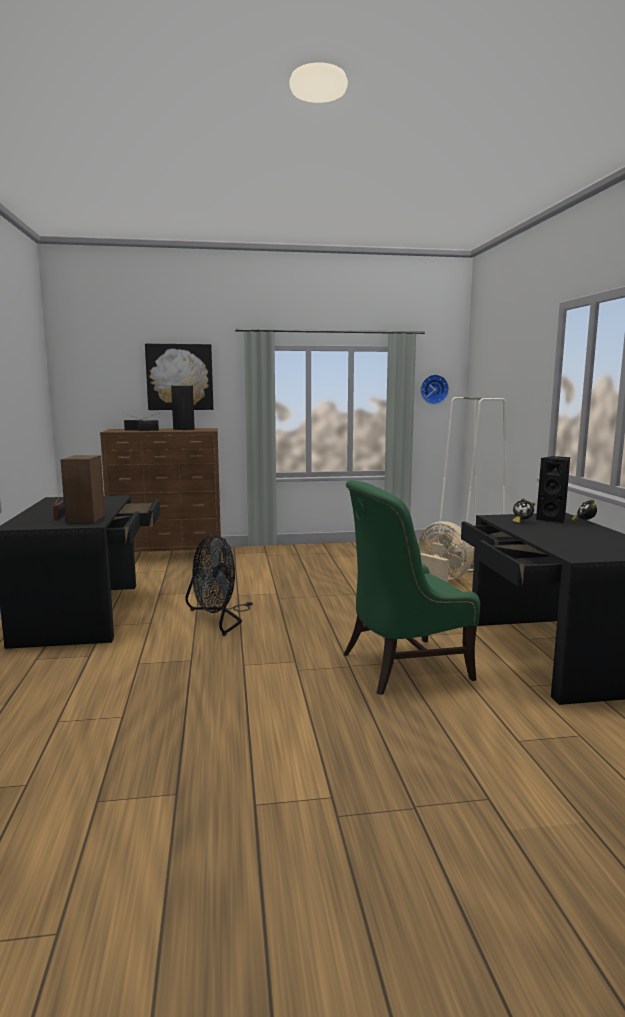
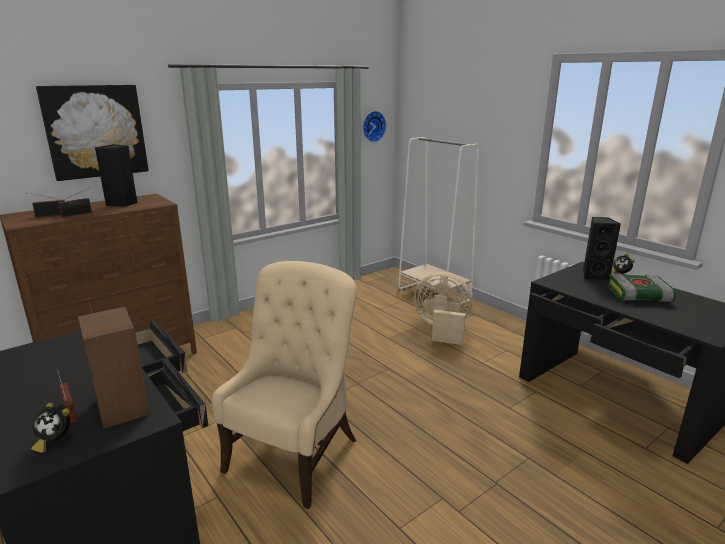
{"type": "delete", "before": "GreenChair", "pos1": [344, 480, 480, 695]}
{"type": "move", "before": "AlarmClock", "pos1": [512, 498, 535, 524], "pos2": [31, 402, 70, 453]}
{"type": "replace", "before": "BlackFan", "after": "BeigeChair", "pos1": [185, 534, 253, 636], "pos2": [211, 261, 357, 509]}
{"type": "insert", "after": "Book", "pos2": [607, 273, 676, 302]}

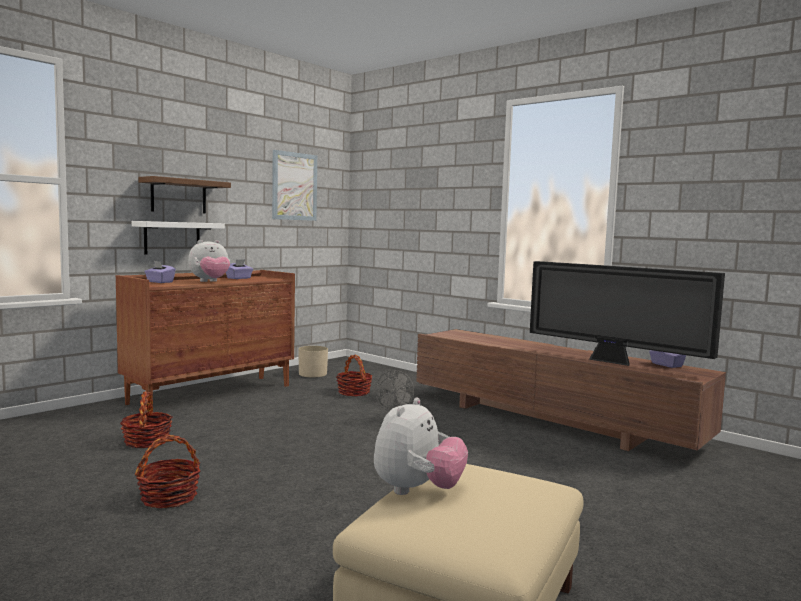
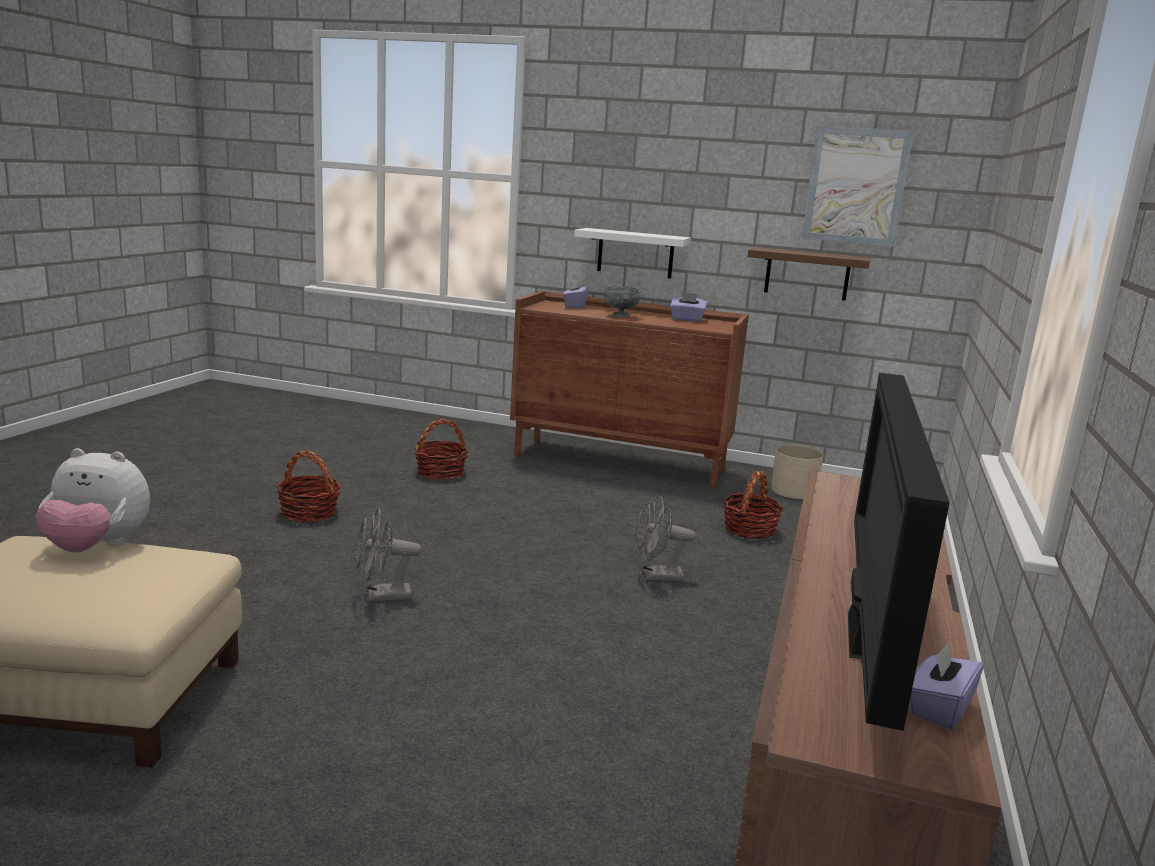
{"type": "move", "before": "BrownShelf", "pos1": [138, 176, 231, 214], "pos2": [748, 247, 870, 301]}
{"type": "replace", "before": "PlushToy", "after": "GreyBowl", "pos1": [188, 240, 230, 282], "pos2": [604, 286, 641, 318]}
{"type": "insert", "after": "GreyFan", "pos2": [354, 508, 422, 602]}

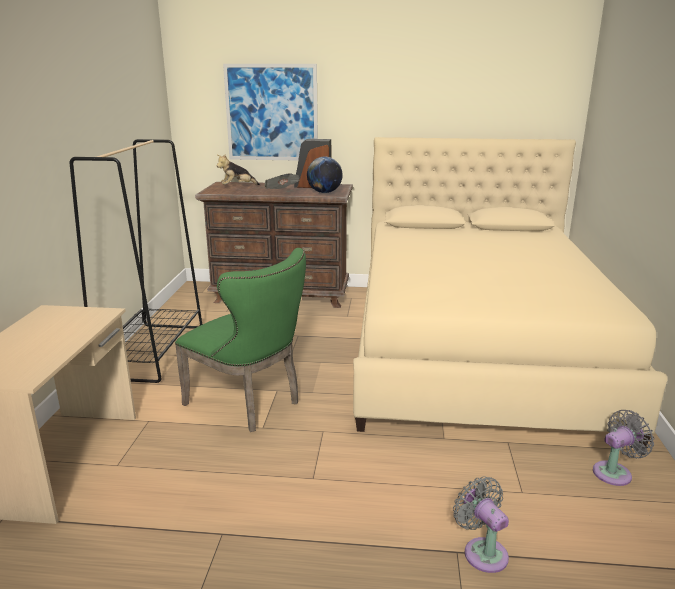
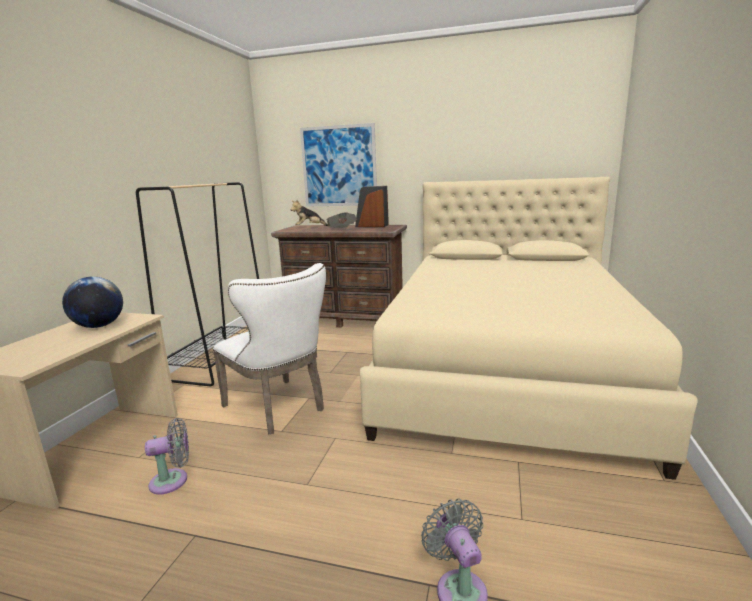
{"type": "move", "before": "Globe", "pos1": [307, 156, 343, 193], "pos2": [62, 277, 123, 328]}
{"type": "recolor", "before": "GreenChair", "after": "WhiteChair", "pos1": [175, 248, 306, 432], "pos2": [213, 263, 326, 435]}
{"type": "move", "before": "GreyFan", "pos1": [593, 410, 654, 486], "pos2": [145, 418, 189, 494]}

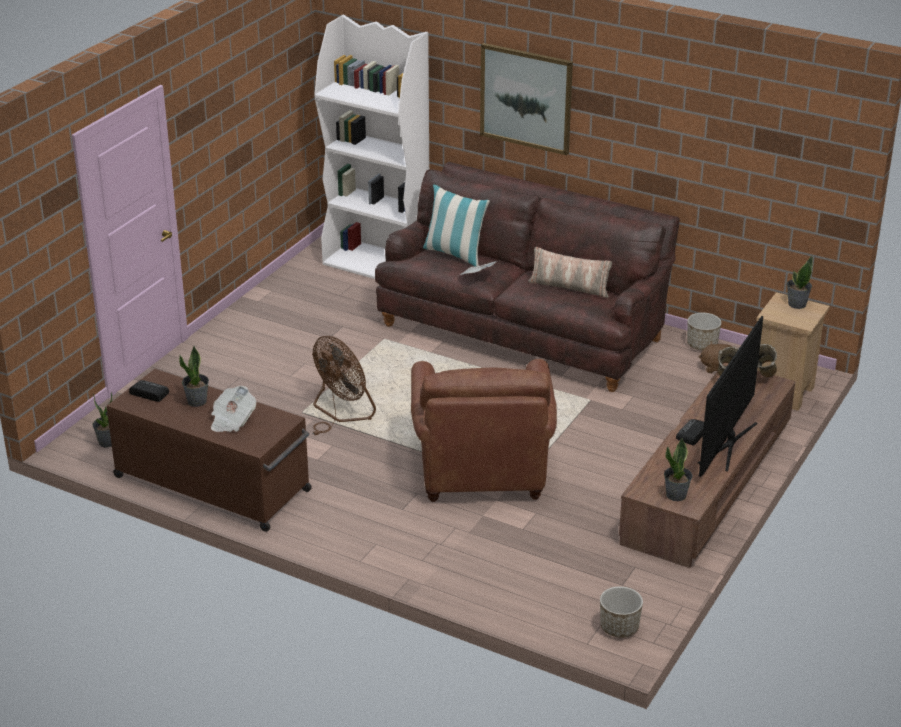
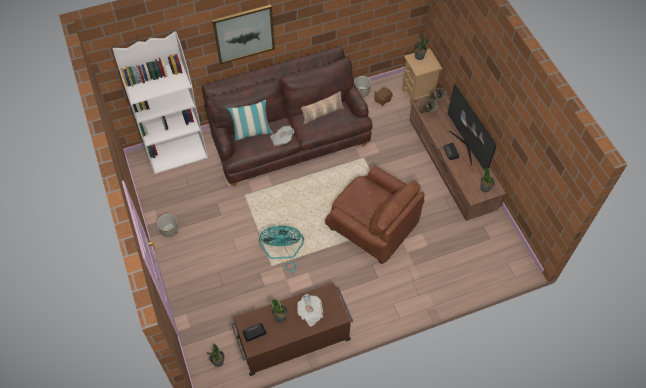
{"type": "recolor", "before": "BrownFan", "after": "TurquoiseFan", "pos1": [312, 336, 376, 435], "pos2": [259, 226, 304, 274]}
{"type": "move", "before": "Planter", "pos1": [600, 586, 643, 638], "pos2": [157, 214, 178, 237]}

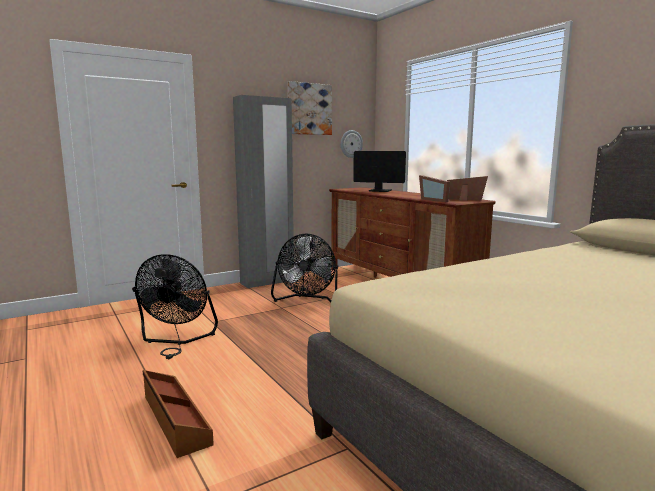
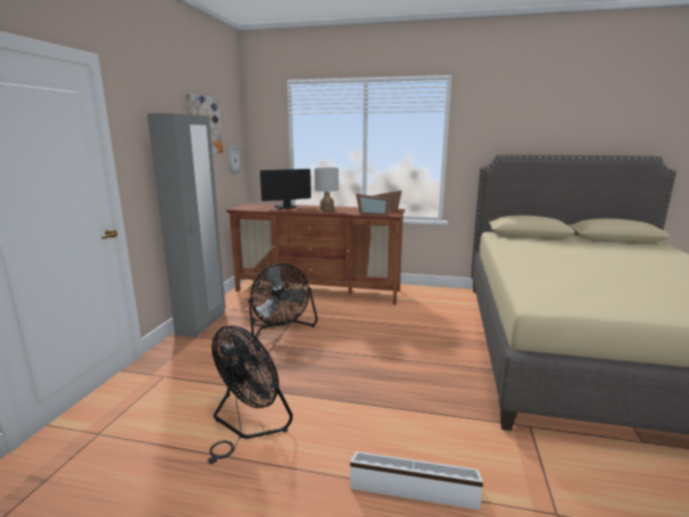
{"type": "rotate", "before": "BlackFan", "pos1": [132, 254, 218, 359], "pos2": [207, 326, 293, 464], "turn": 75}
{"type": "recolor", "before": "BrownStorageBox", "after": "WhiteStorageBox", "pos1": [142, 370, 214, 458], "pos2": [350, 451, 483, 510]}
{"type": "insert", "after": "GreyTableLamp", "pos2": [314, 167, 339, 211]}

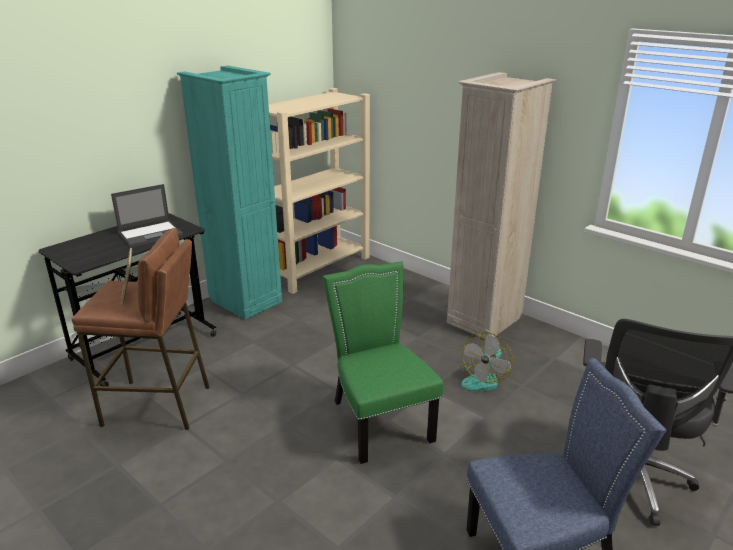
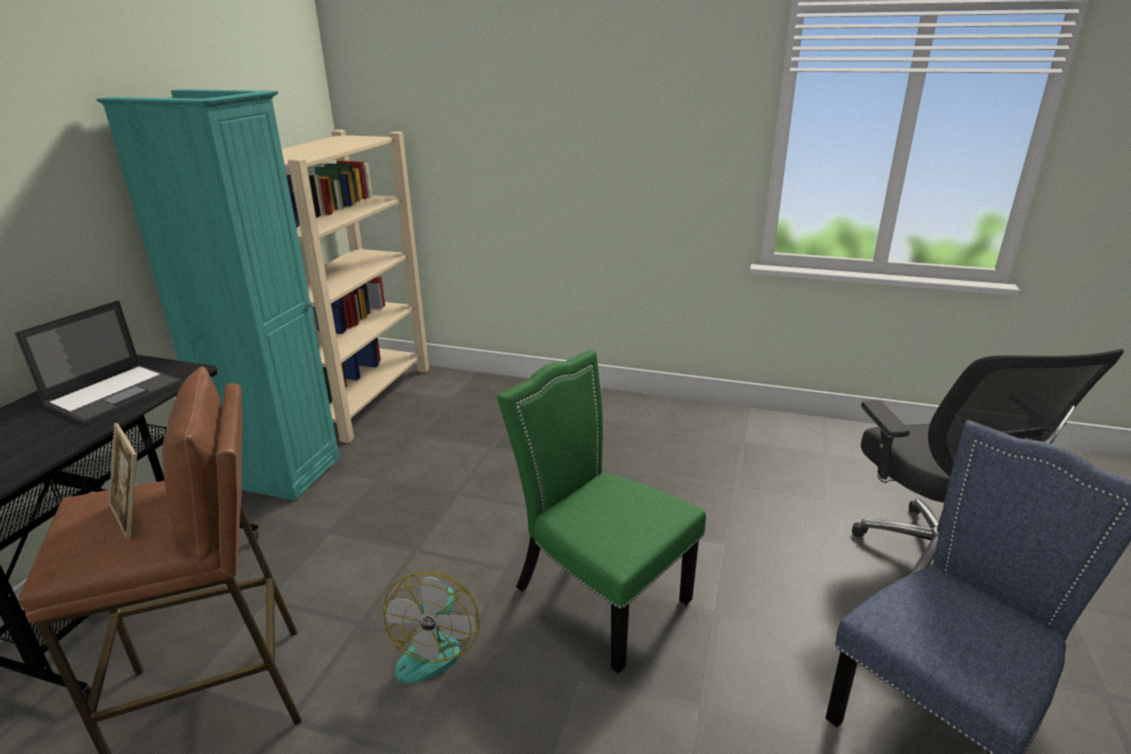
{"type": "delete", "before": "BeigeCabinet", "pos1": [447, 72, 556, 339]}
{"type": "move", "before": "Fan", "pos1": [460, 332, 513, 391], "pos2": [383, 572, 480, 684]}

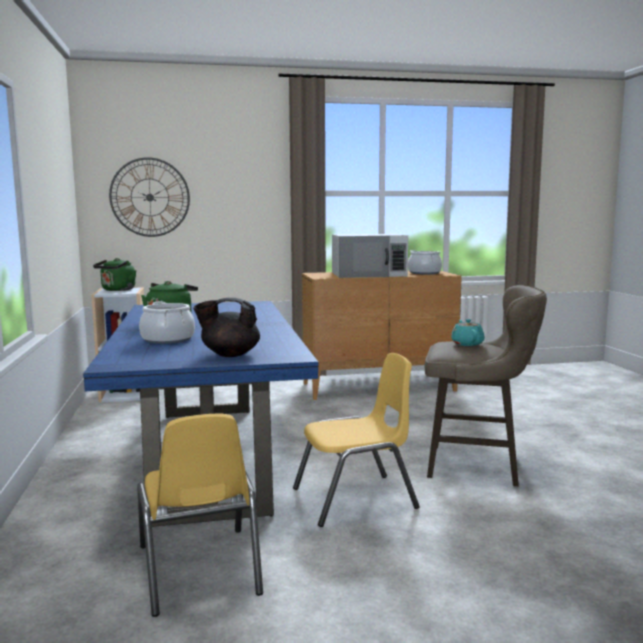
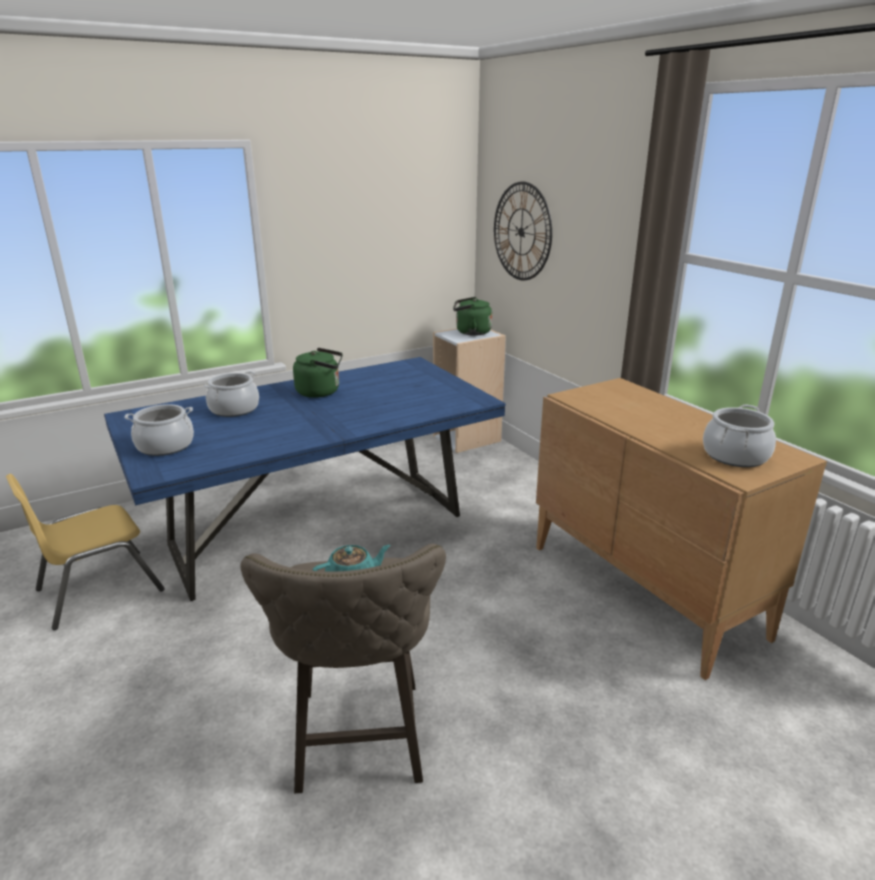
{"type": "delete", "before": "WhiteMicrowave", "pos1": [332, 234, 408, 278]}
{"type": "replace", "before": "BlackTeapot", "after": "CookingPot", "pos1": [193, 298, 260, 357], "pos2": [124, 404, 194, 456]}
{"type": "delete", "before": "YellowChair", "pos1": [293, 353, 420, 527]}

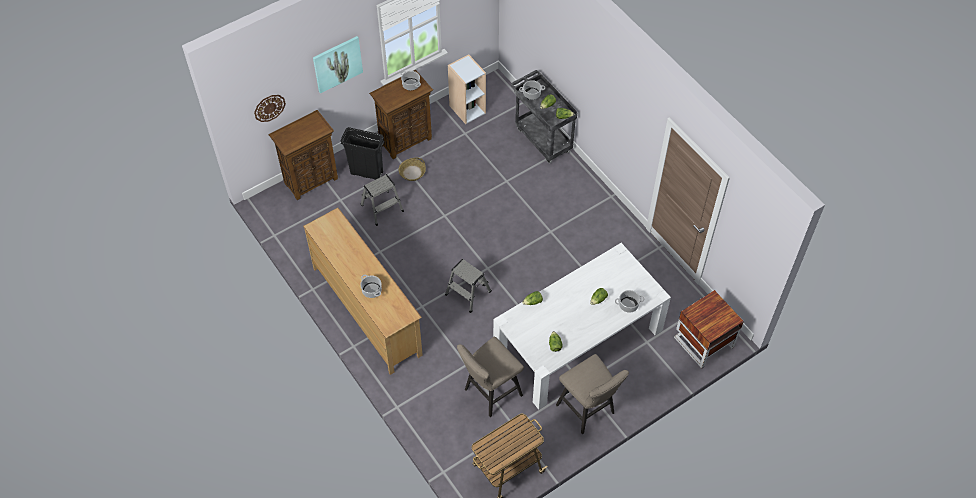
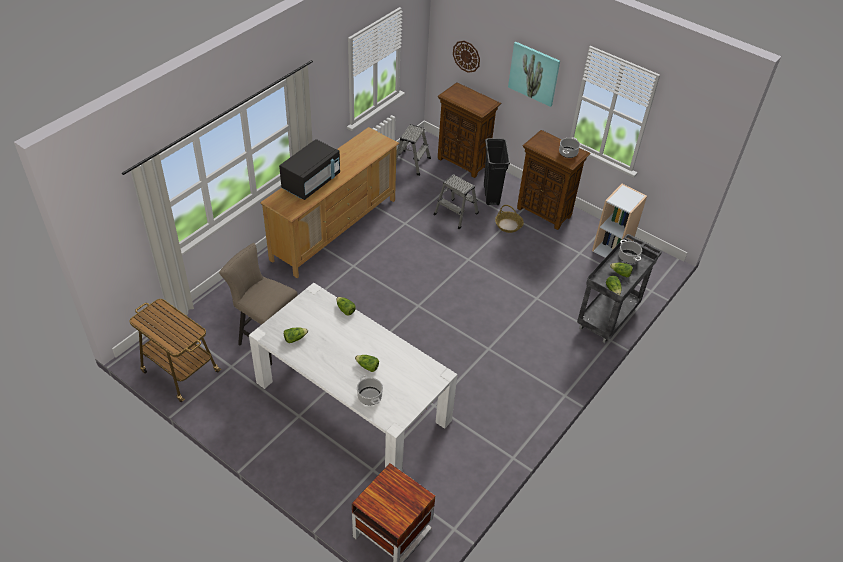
{"type": "move", "before": "GreyStepLadder", "pos1": [445, 258, 492, 313], "pos2": [396, 124, 431, 176]}
{"type": "replace", "before": "CookingPot", "after": "BlackMicrowave", "pos1": [360, 275, 382, 298], "pos2": [279, 139, 340, 200]}
{"type": "delete", "before": "BeigeStool", "pos1": [556, 354, 629, 434]}

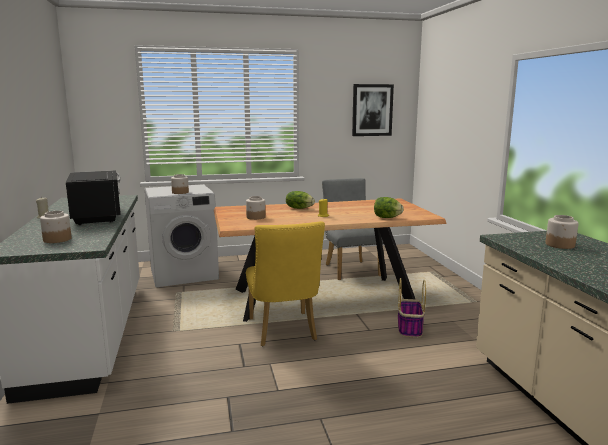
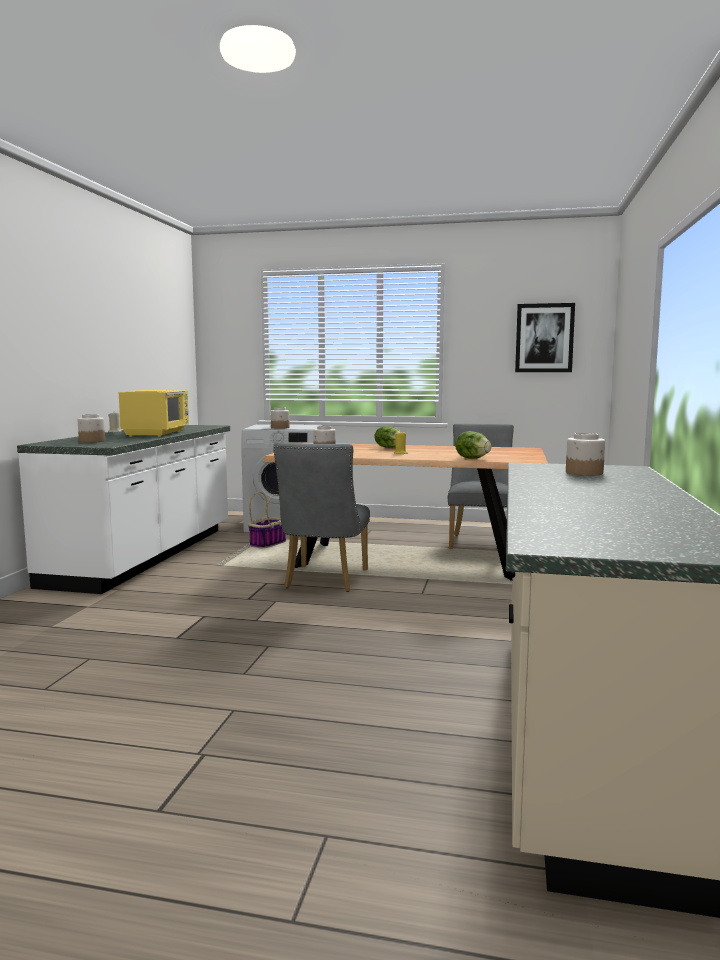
{"type": "recolor", "before": "BlackMicrowave", "after": "YellowMicrowave", "pos1": [66, 170, 121, 225], "pos2": [119, 390, 189, 437]}
{"type": "recolor", "before": "YellowChair", "after": "GreyChair", "pos1": [246, 221, 325, 346], "pos2": [273, 442, 370, 592]}
{"type": "move", "before": "Basket", "pos1": [398, 278, 426, 338], "pos2": [248, 492, 286, 548]}

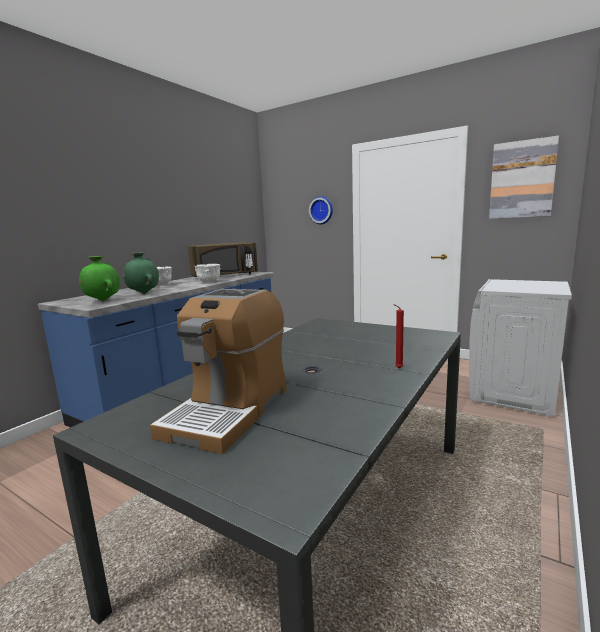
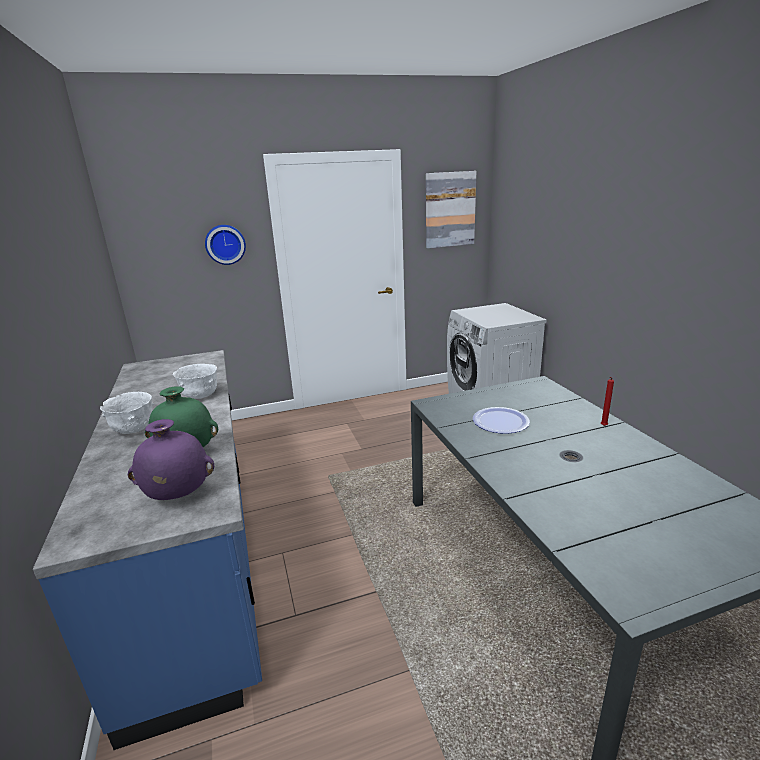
{"type": "delete", "before": "BrownMicrowave", "pos1": [188, 242, 258, 277]}
{"type": "recolor", "before": "GreenVase", "after": "PurpleVase", "pos1": [79, 256, 120, 301], "pos2": [128, 419, 214, 500]}
{"type": "delete", "before": "CoffeeMachine", "pos1": [150, 289, 287, 454]}
{"type": "insert", "after": "Plate", "pos2": [473, 407, 530, 434]}

